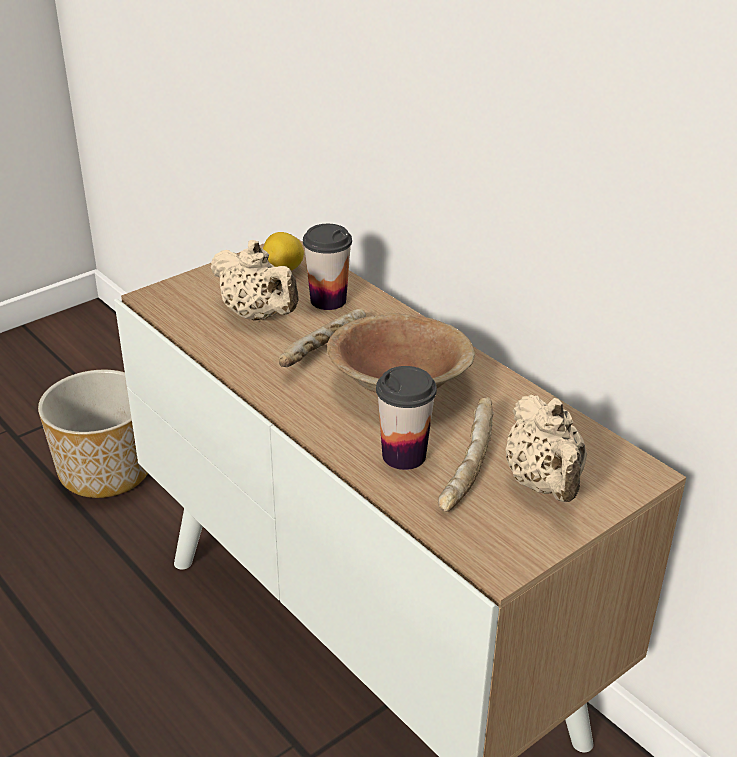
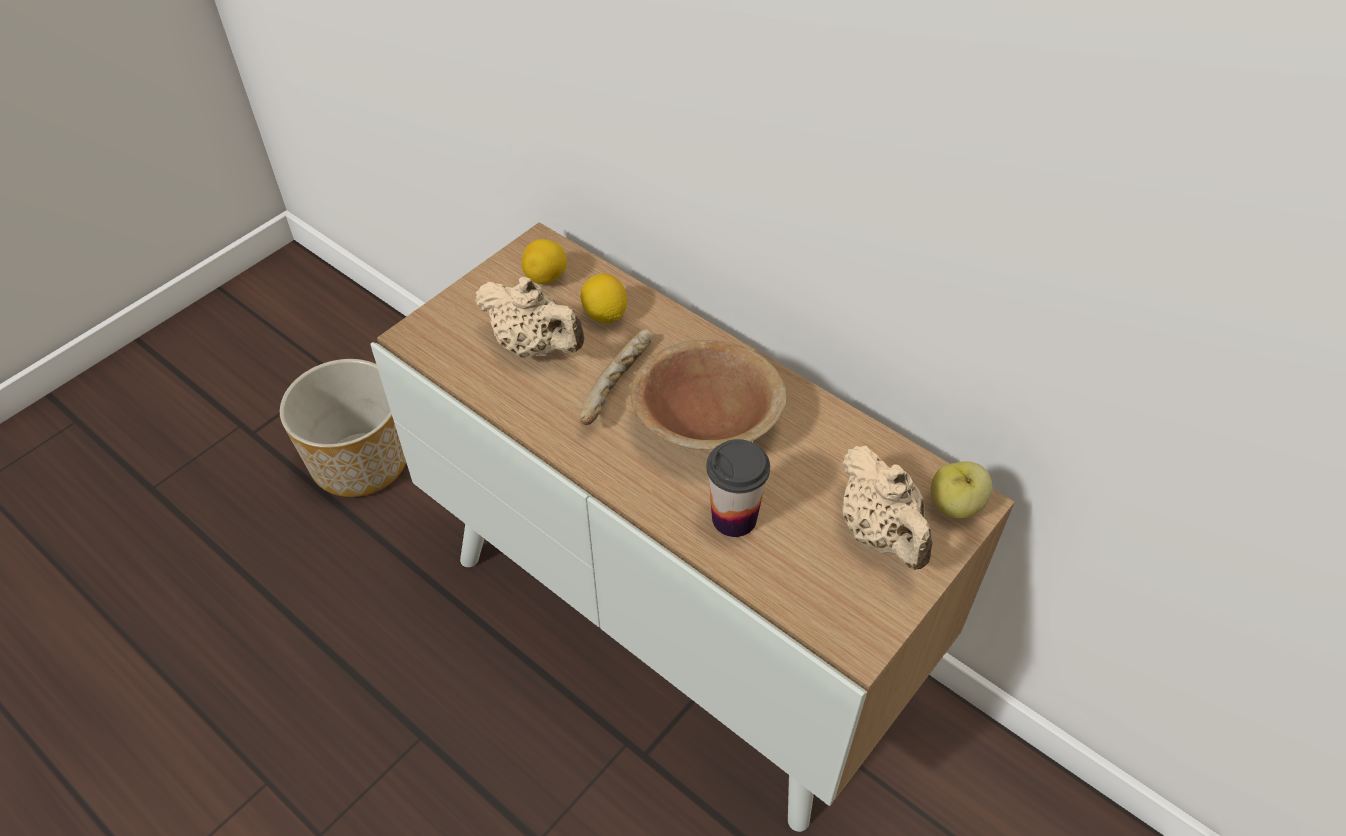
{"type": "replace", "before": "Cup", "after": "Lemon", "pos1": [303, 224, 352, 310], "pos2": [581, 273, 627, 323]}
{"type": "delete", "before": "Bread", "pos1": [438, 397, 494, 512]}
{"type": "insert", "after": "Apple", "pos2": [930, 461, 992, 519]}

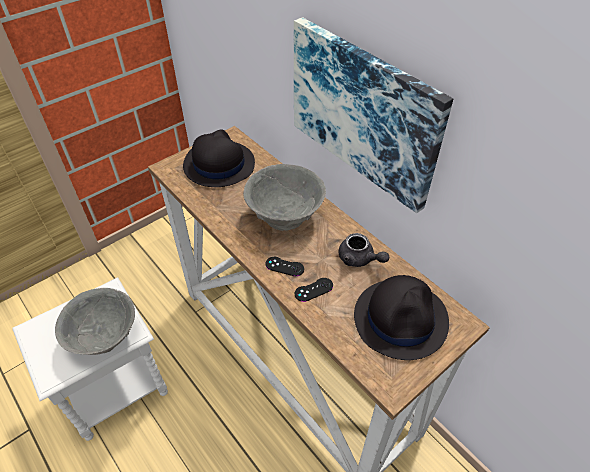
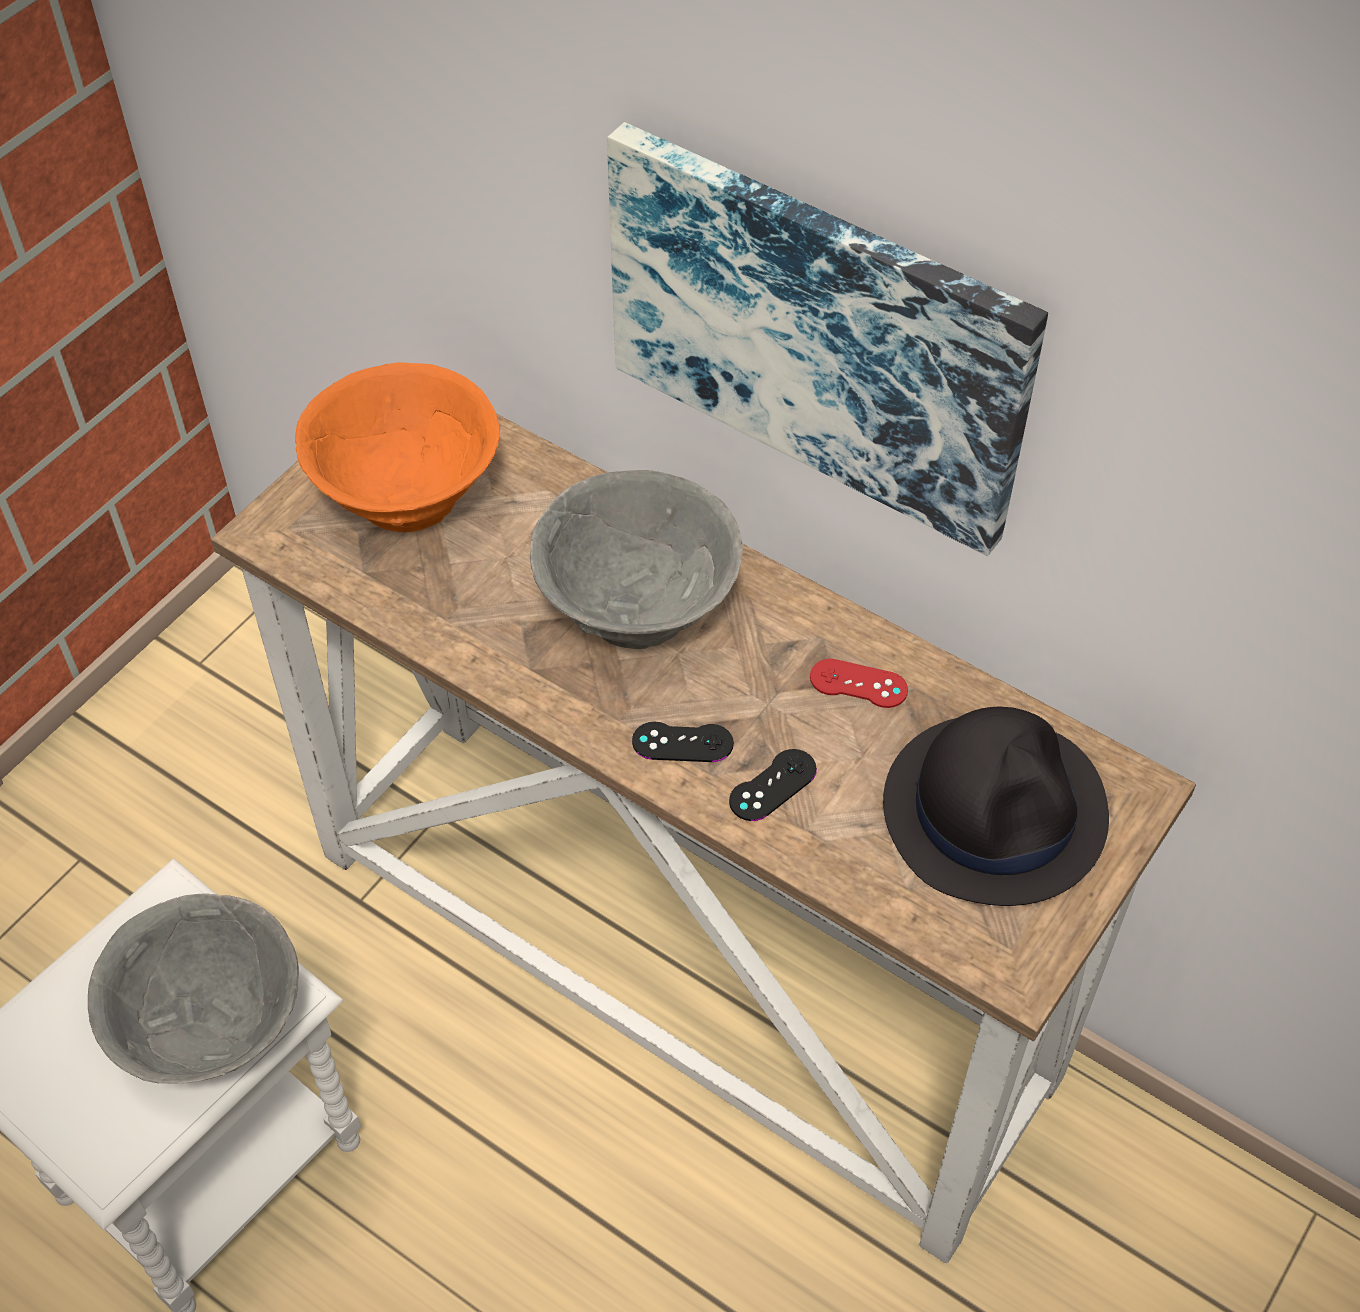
{"type": "replace", "before": "BlackHat", "after": "OrangeBowl", "pos1": [183, 130, 255, 187], "pos2": [295, 362, 500, 532]}
{"type": "replace", "before": "GreyTeapot", "after": "RedGameController", "pos1": [339, 233, 389, 267], "pos2": [810, 659, 908, 708]}

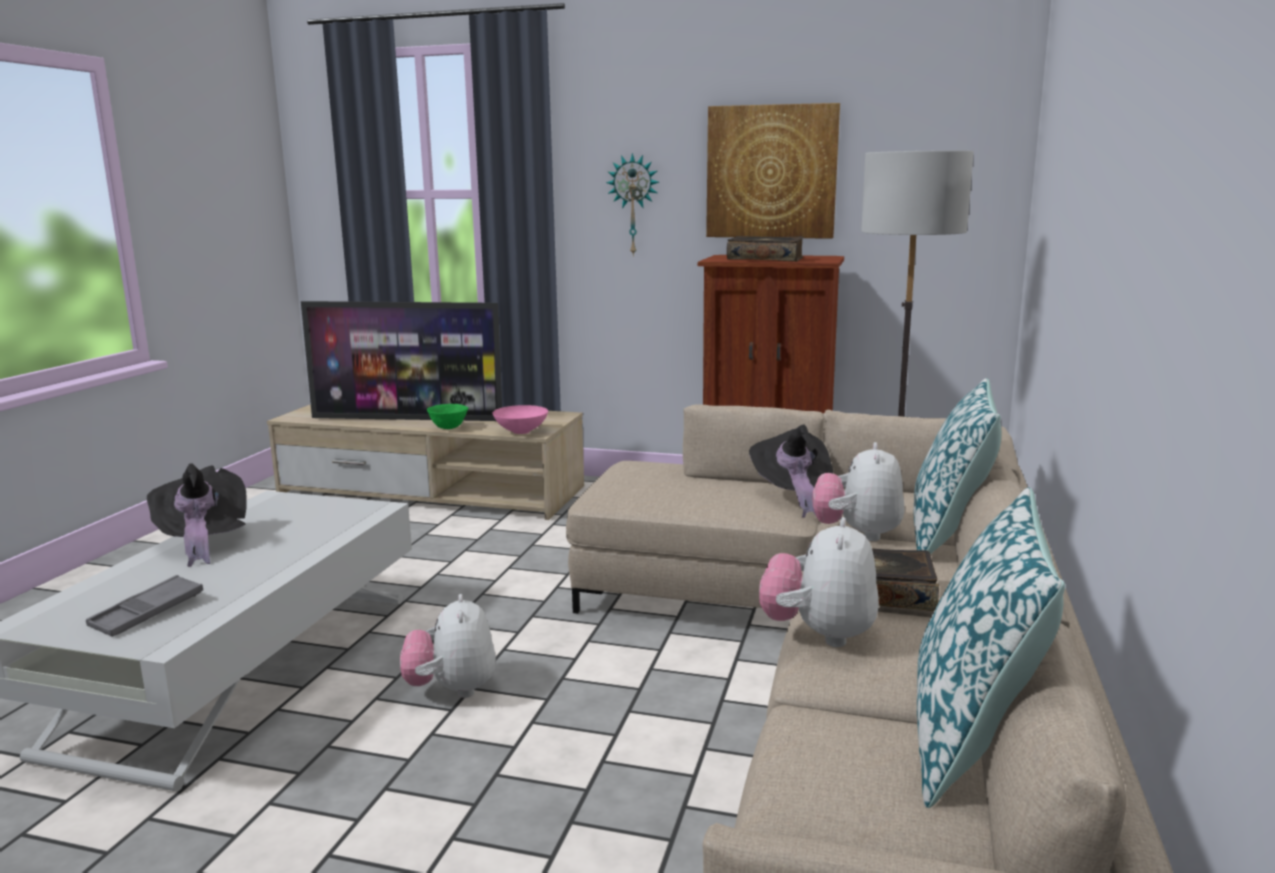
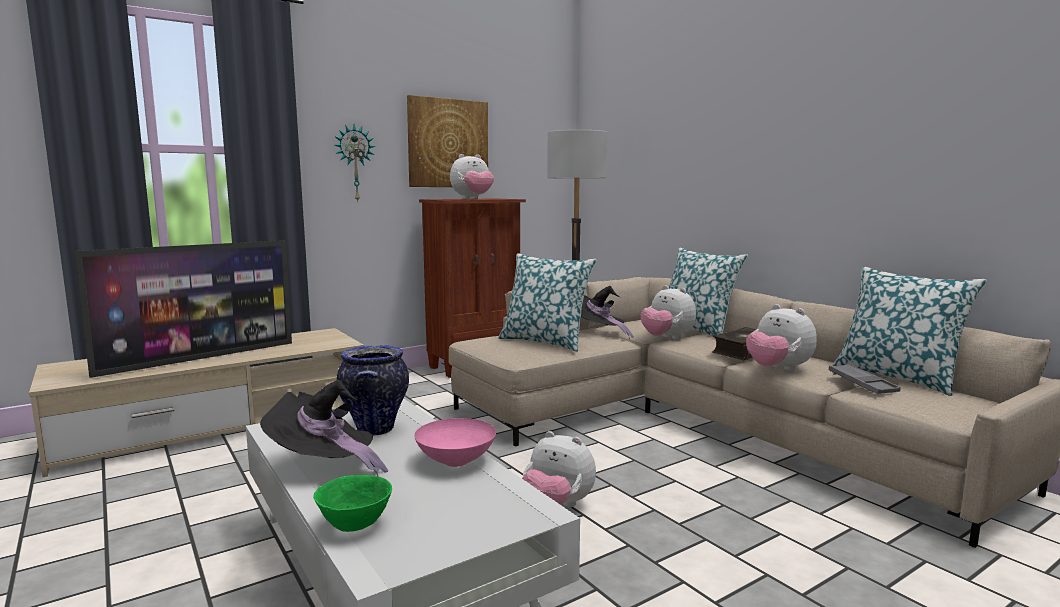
{"type": "replace", "before": "Book", "after": "PlushToy", "pos1": [727, 236, 803, 262], "pos2": [450, 154, 494, 199]}
{"type": "move", "before": "GreenBowl", "pos1": [427, 404, 468, 429], "pos2": [313, 475, 392, 532]}
{"type": "move", "before": "PinkBowl", "pos1": [493, 405, 548, 434], "pos2": [414, 418, 496, 467]}
{"type": "move", "before": "GreyTray", "pos1": [86, 575, 203, 637], "pos2": [829, 364, 901, 394]}
{"type": "insert", "after": "Pillow", "pos2": [498, 253, 596, 352]}
{"type": "insert", "after": "Vase", "pos2": [337, 345, 409, 436]}

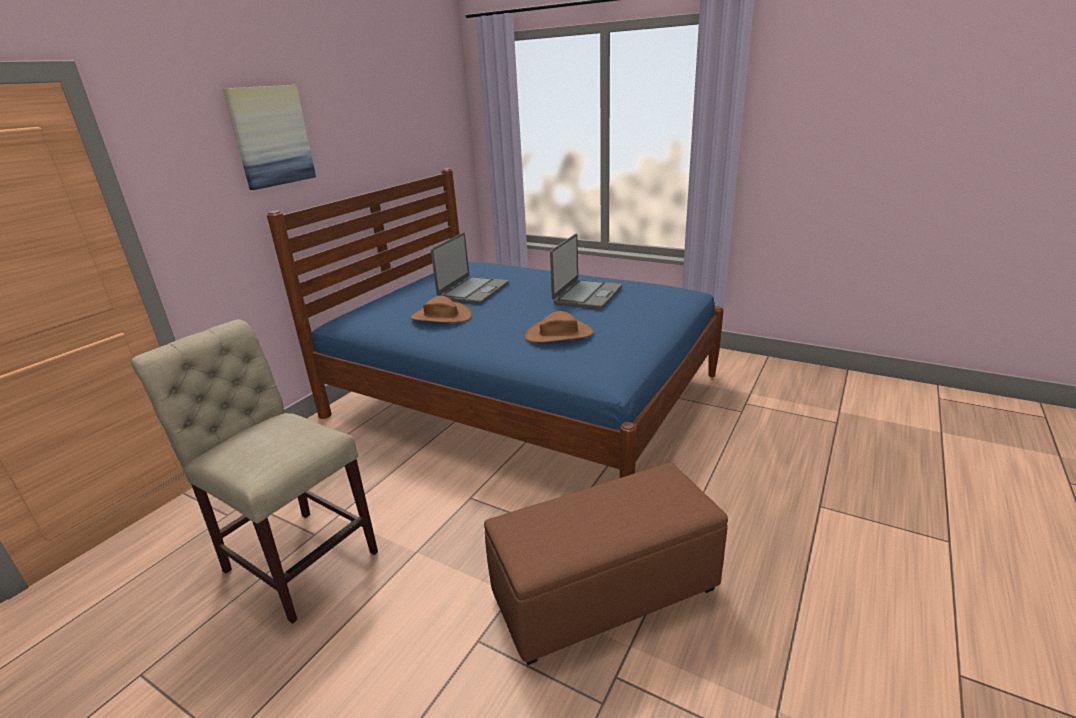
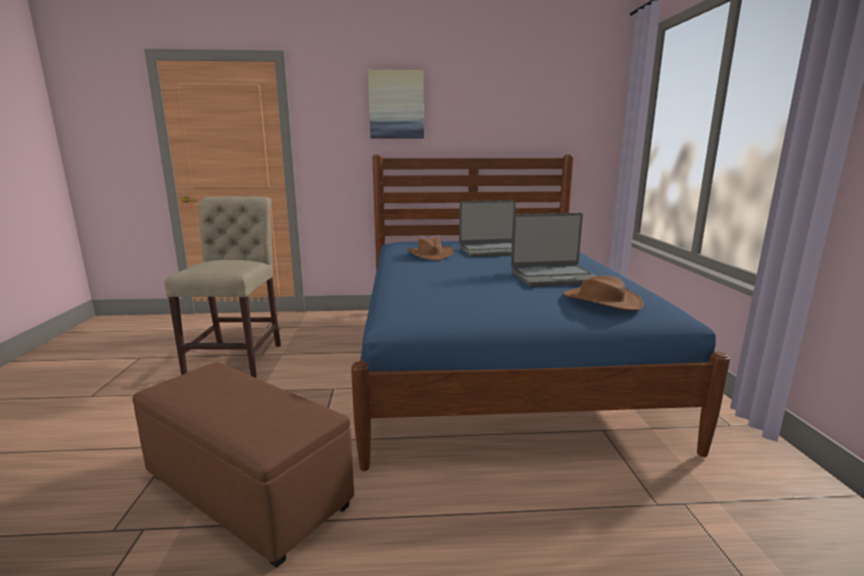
{"type": "move", "before": "BrownHat", "pos1": [525, 311, 594, 343], "pos2": [563, 276, 643, 310]}

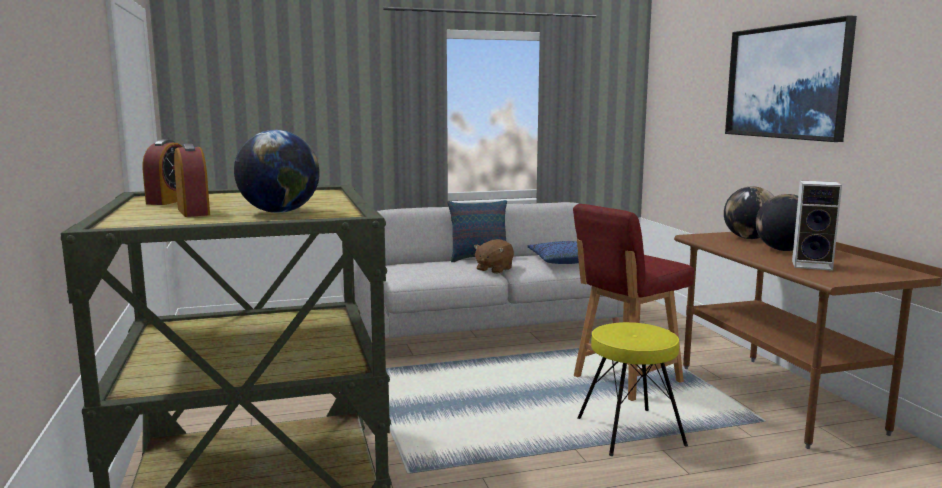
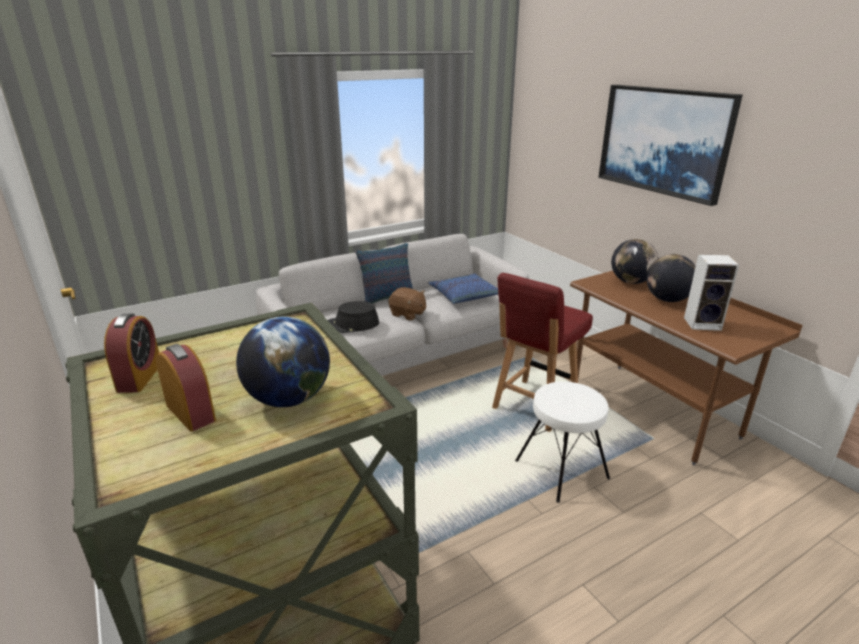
{"type": "rotate", "before": "BrownPlushToy", "pos1": [474, 239, 514, 274], "pos2": [389, 287, 426, 321], "turn": -75}
{"type": "recolor", "before": "YellowStool", "after": "WhiteStool", "pos1": [577, 322, 688, 456], "pos2": [515, 382, 610, 503]}
{"type": "insert", "after": "BlackHat", "pos2": [327, 301, 379, 333]}

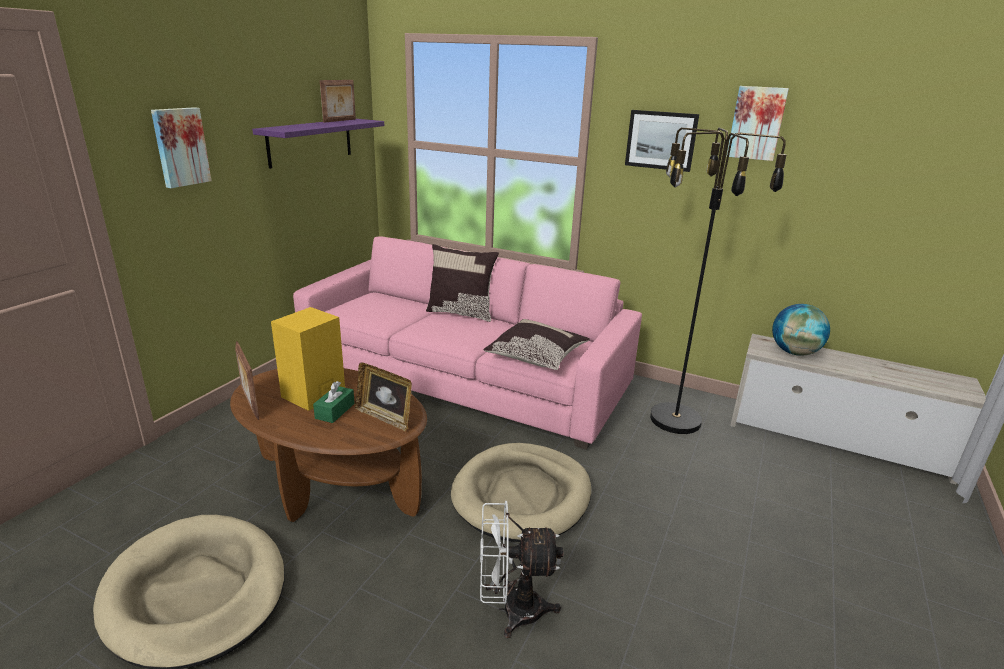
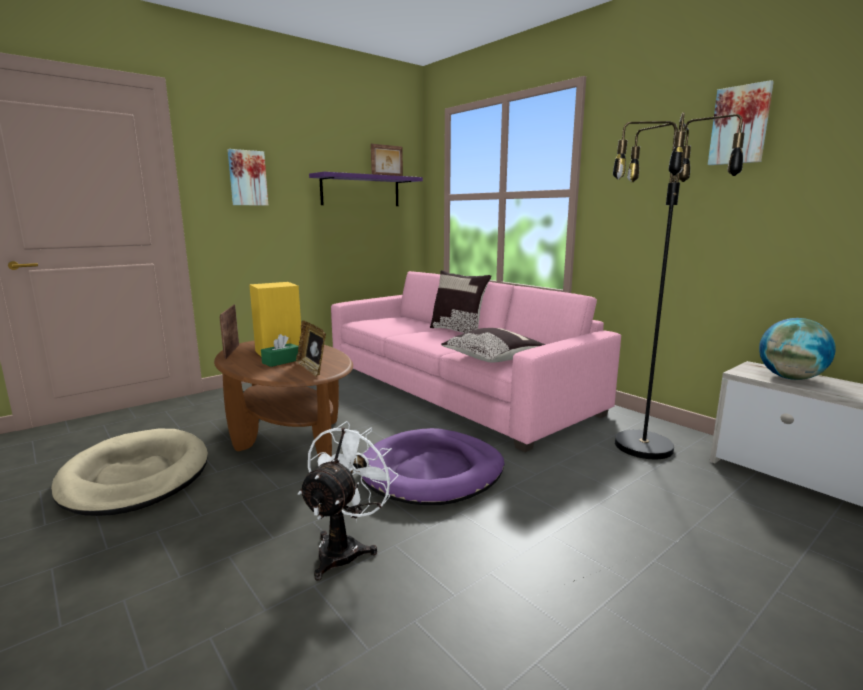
{"type": "delete", "before": "Picture", "pos1": [625, 110, 699, 172]}
{"type": "recolor", "before": "BeigeDogBed", "after": "PurpleDogBed", "pos1": [451, 443, 591, 542], "pos2": [360, 428, 504, 505]}
{"type": "rotate", "before": "WhiteFan", "pos1": [480, 501, 563, 638], "pos2": [298, 421, 399, 581], "turn": 90}

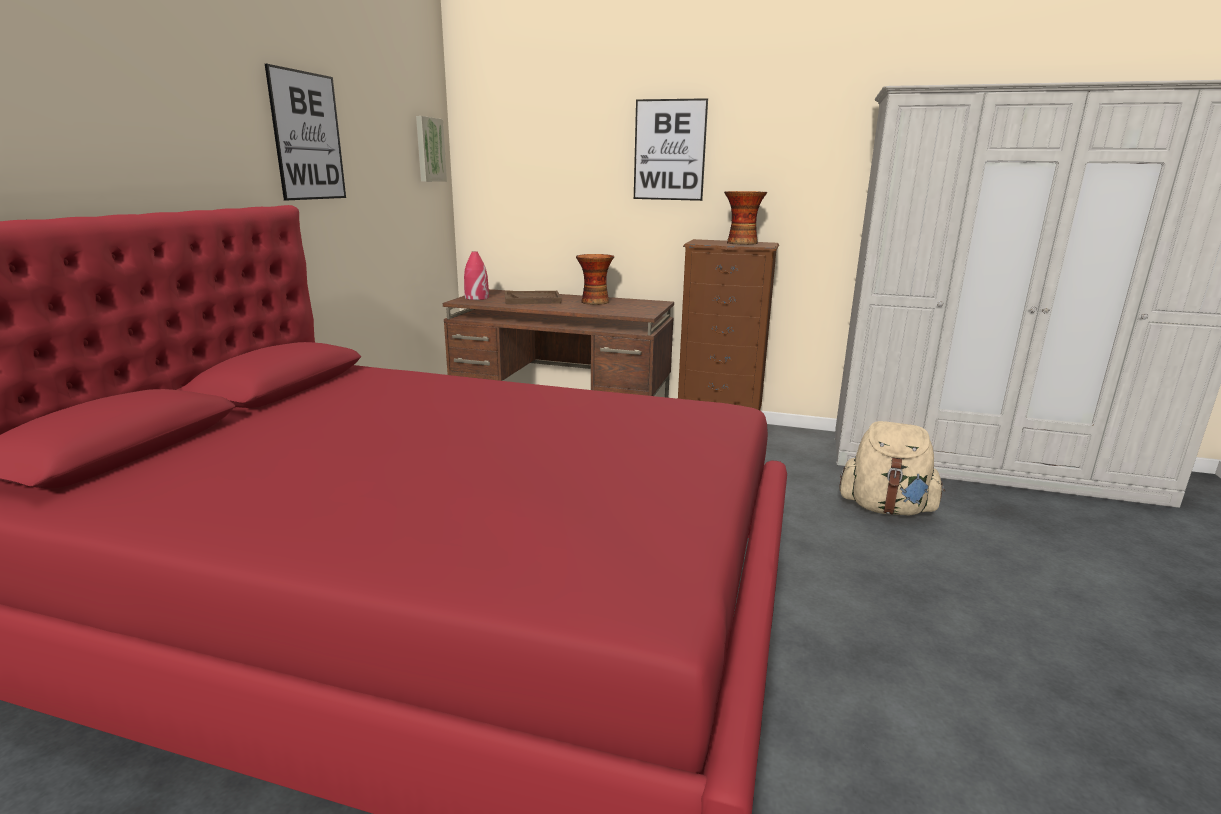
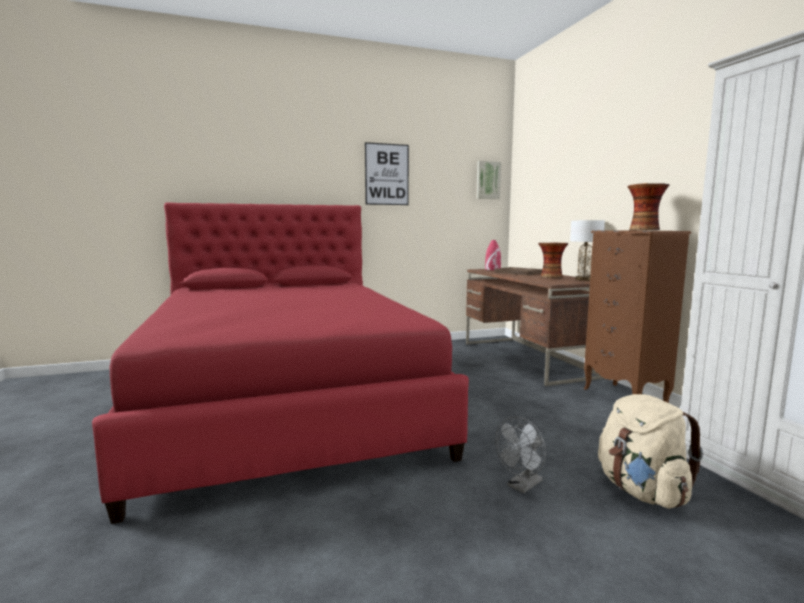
{"type": "delete", "before": "Picture", "pos1": [634, 98, 708, 201]}
{"type": "insert", "after": "TableLamp", "pos2": [570, 220, 605, 281]}
{"type": "insert", "after": "GreyFan", "pos2": [495, 416, 546, 493]}

